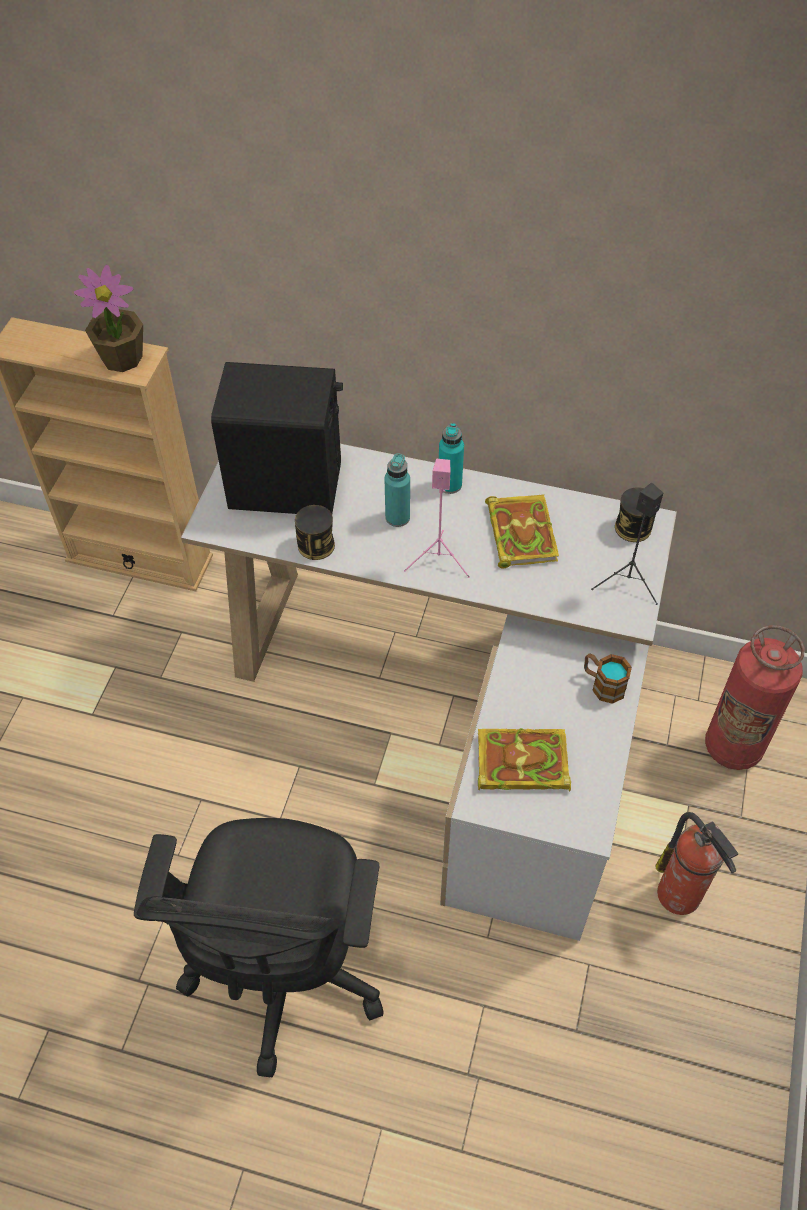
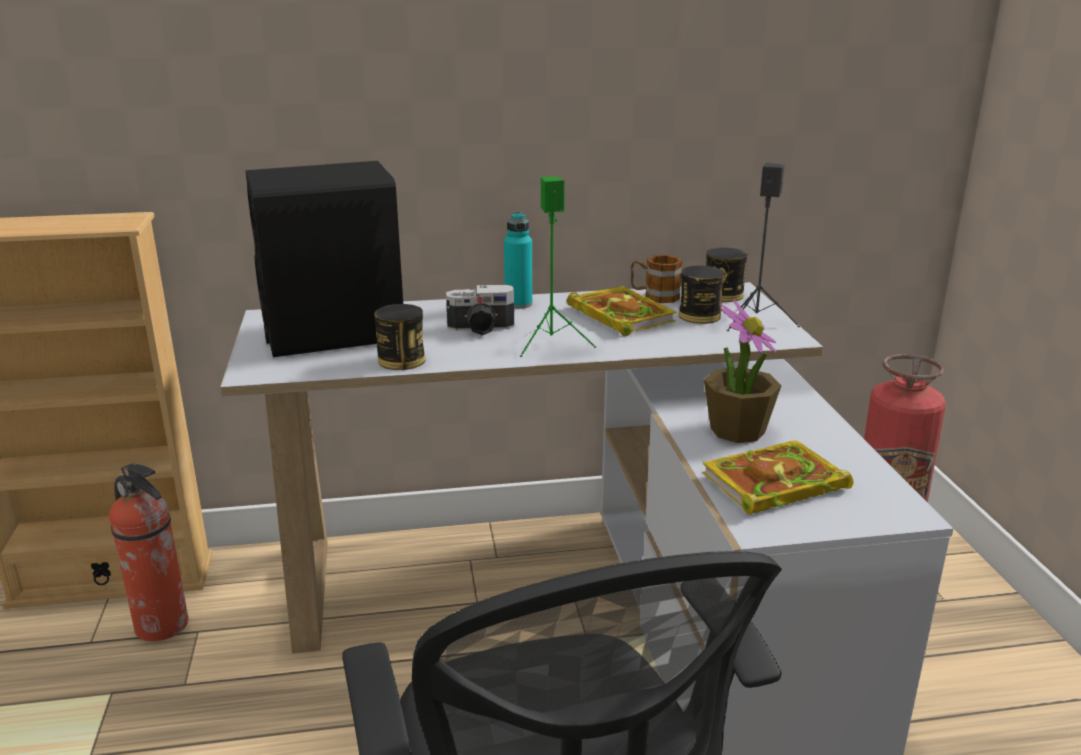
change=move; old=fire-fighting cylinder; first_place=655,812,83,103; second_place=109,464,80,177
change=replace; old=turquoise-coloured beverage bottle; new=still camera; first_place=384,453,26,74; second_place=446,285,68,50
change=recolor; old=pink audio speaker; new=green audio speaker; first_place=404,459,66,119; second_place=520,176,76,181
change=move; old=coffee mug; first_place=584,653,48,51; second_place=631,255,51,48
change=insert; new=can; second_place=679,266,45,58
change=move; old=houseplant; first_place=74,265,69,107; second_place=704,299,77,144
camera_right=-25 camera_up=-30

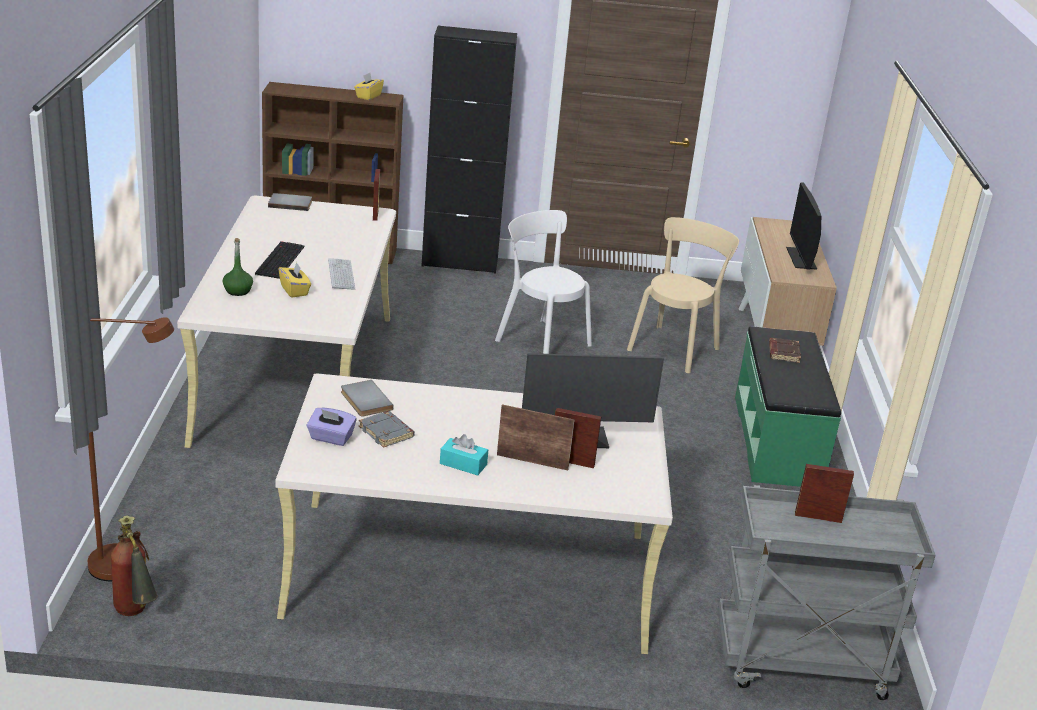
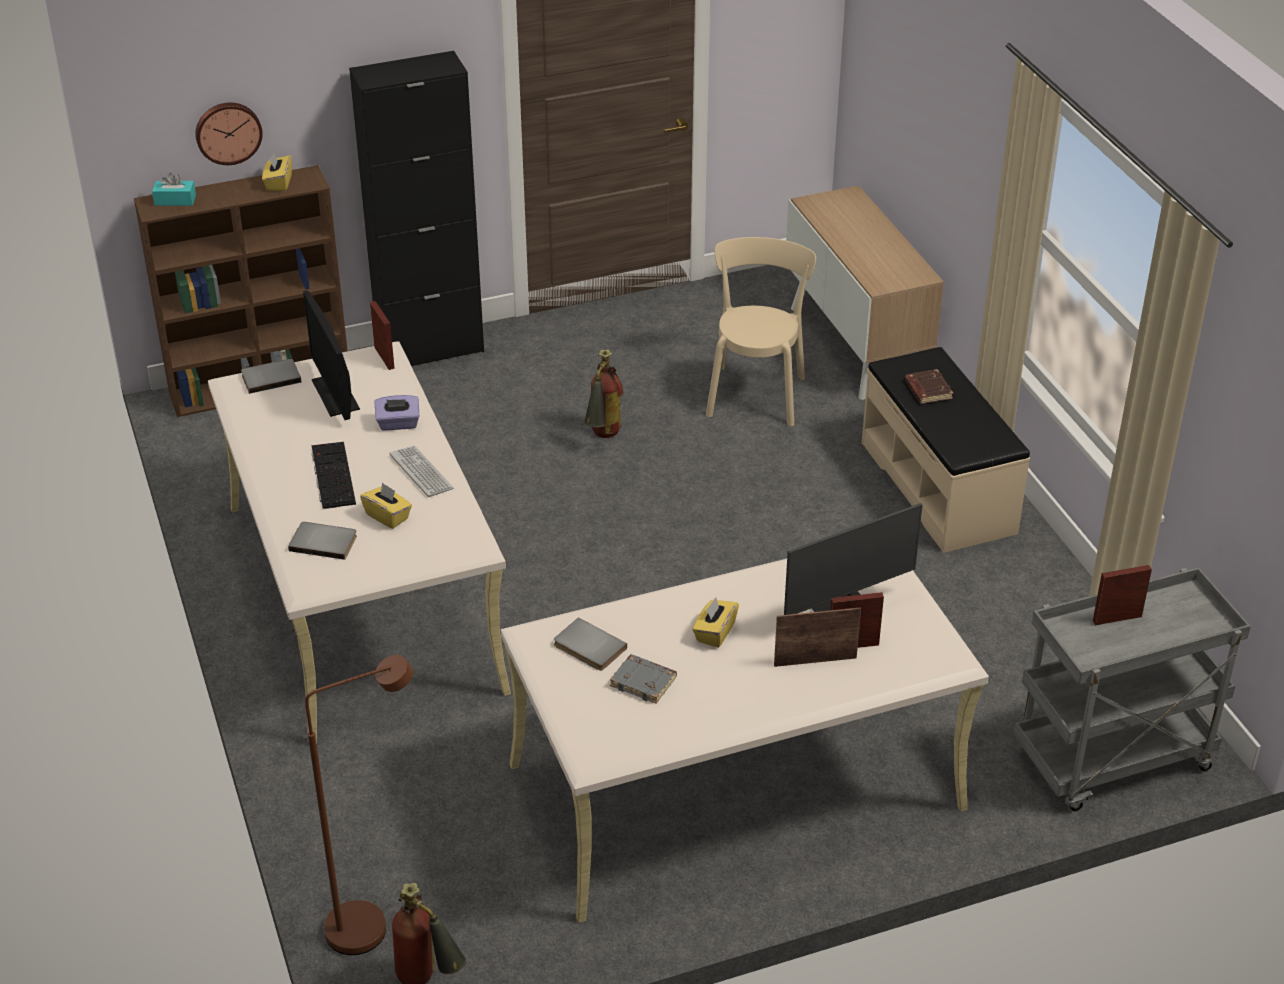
change=move; old=turquoise-coloured box of tissues; first_place=440,434,48,41; second_place=152,172,44,34
change=insert; new=hanging clock; second_place=195,103,68,62
change=replace; old=green beverage bottle; new=greyish bound book; first_place=222,238,31,58; second_place=288,522,69,38
change=move; old=monitor; first_place=786,182,35,88; second_place=303,291,57,129
change=move; old=purple box of tissues; first_place=307,408,50,38; second_place=374,395,45,36
change=replace; old=white-coloured chair; new=fire-fighting cylinder; first_place=495,210,97,144; second_place=584,350,39,88
change=insert; new=yellow-coloured box of tissues; second_place=692,597,47,51
change=recolor; old=green bench; new=sand-coloured bench; first_place=735,326,106,161; second_place=862,347,168,206
camera_right=-20 camera_up=10

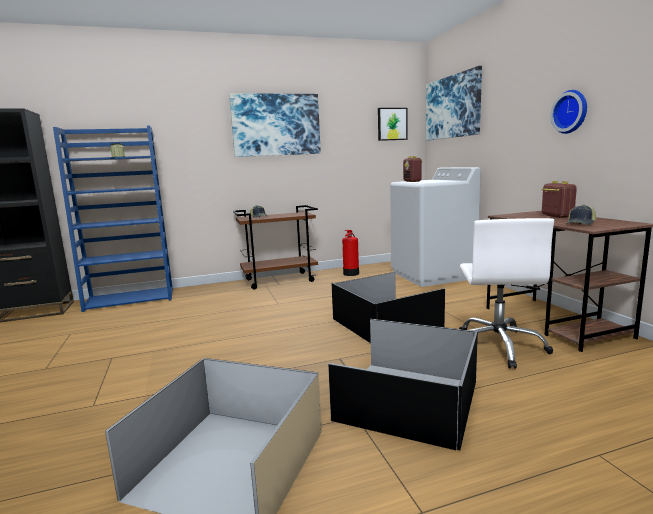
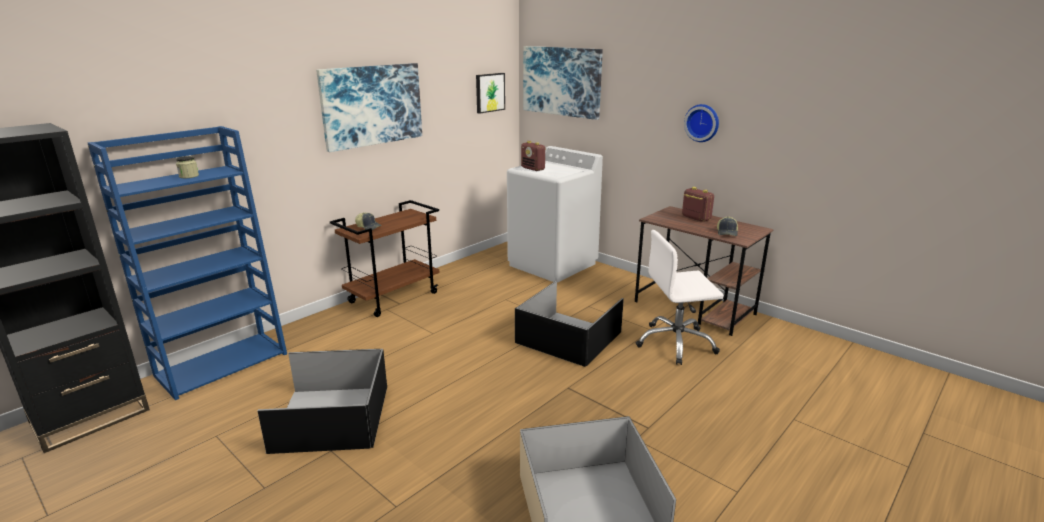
change=move; old=black storage box; first_place=328,319,150,131; second_place=258,349,129,105
change=rotate; old=white-coloured computer chair; first_place=459,218,95,151; second_place=636,230,88,135; degrees=105
change=delete; old=fire-fighting cylinder; first_place=342,230,17,46
camera_right=-30 camera_up=10

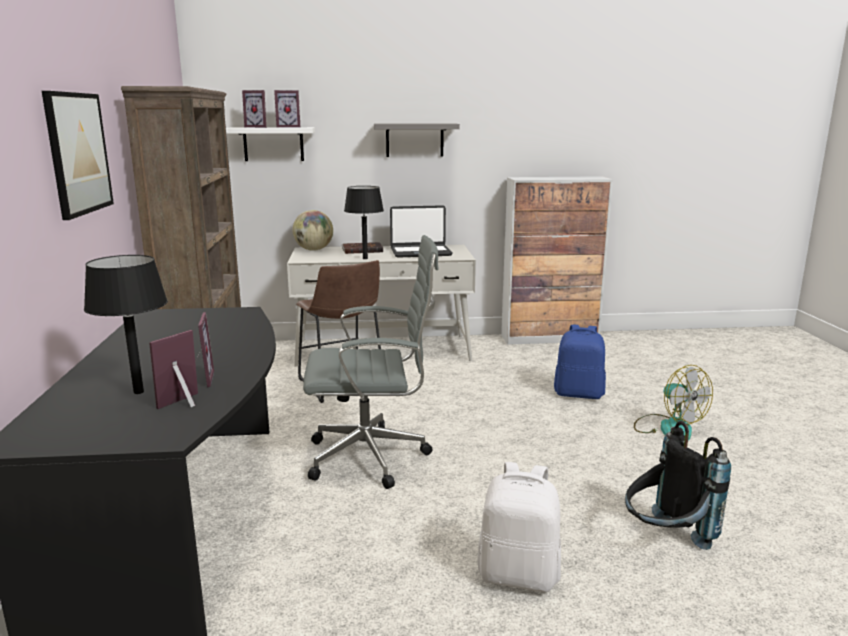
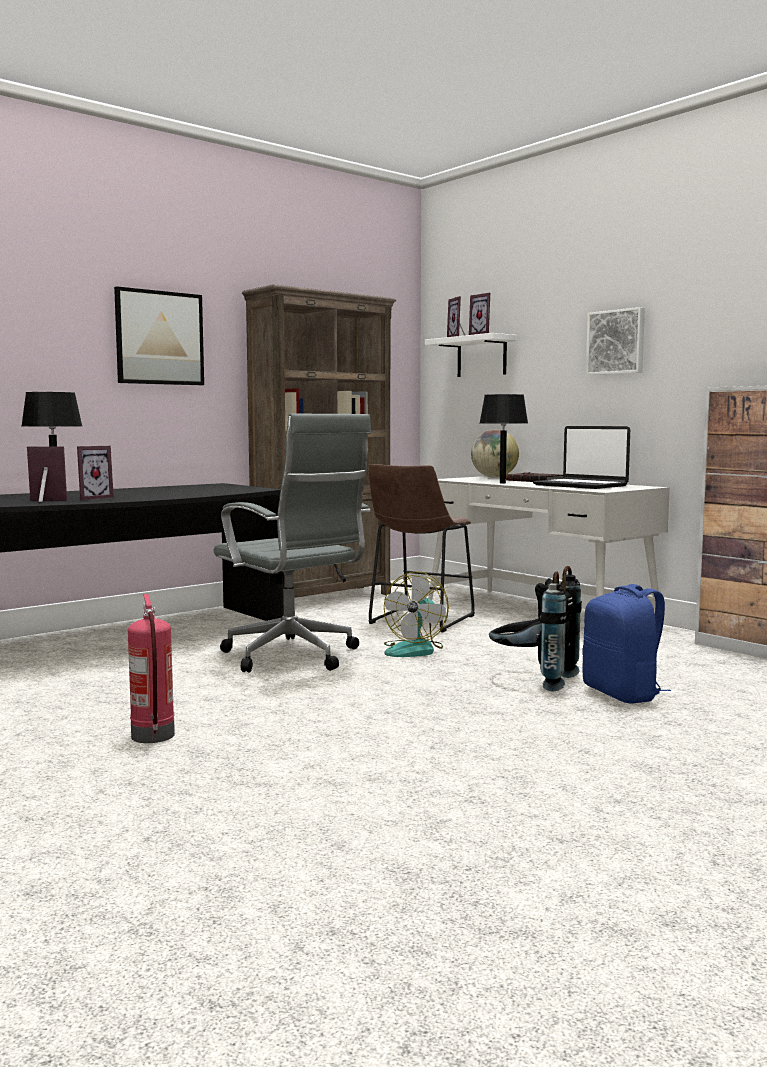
change=replace; old=white-coloured backpack; new=fire-fighting cylinder; first_place=477,462,84,130; second_place=128,594,47,149
change=move; old=electric fan; first_place=634,365,79,75; second_place=384,572,65,85
change=move; old=black backpack; first_place=625,421,106,129; second_place=489,566,93,126
change=replace; old=greyish shelf; new=picture; first_place=374,123,86,34; second_place=586,307,59,68
camera_right=55 camera_up=-10

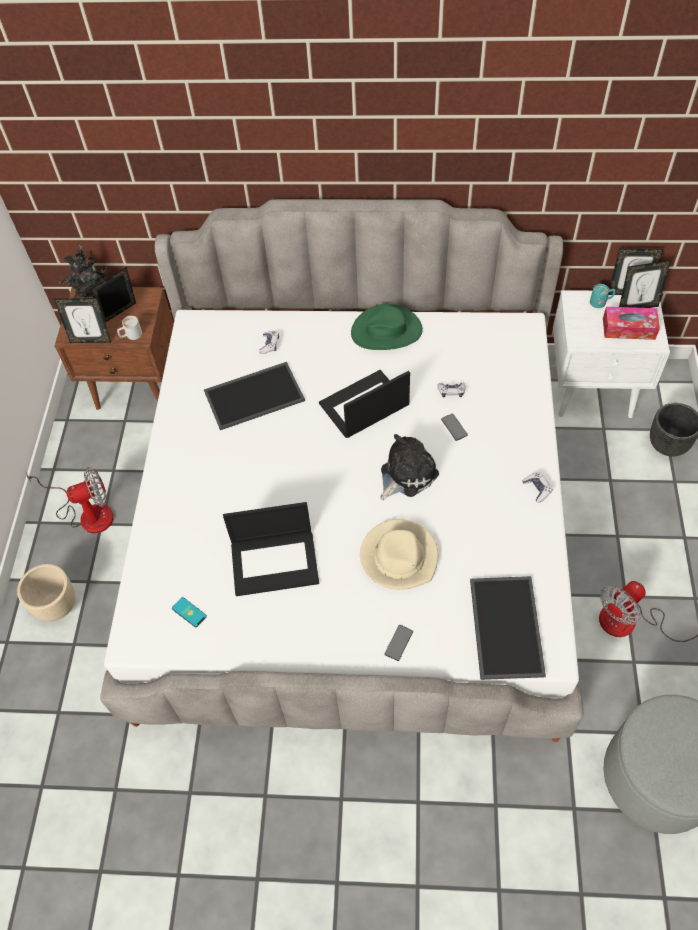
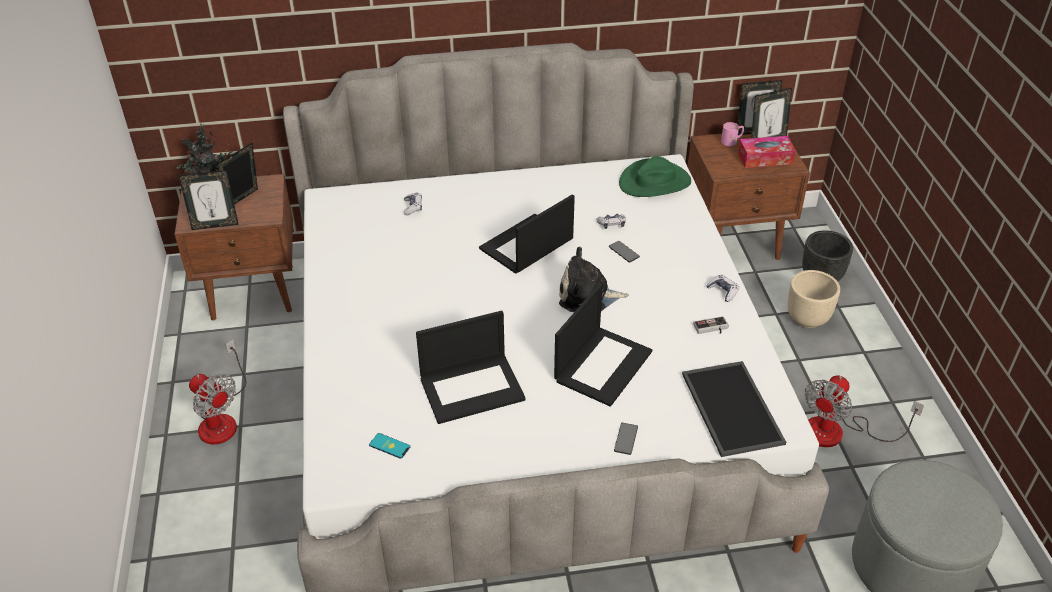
change=rotate; old=electric fan; first_place=25,467,89,66; second_place=189,339,57,106; degrees=75
change=replace; old=sand-coloured wearable hat; new=portable computer; first_place=360,519,78,71; second_place=554,283,98,124
change=rotate; old=soft toy; first_place=381,434,58,66; second_place=559,247,70,65; degrees=-120
change=move; old=green wearable hat; first_place=351,304,72,46; second_place=619,156,72,41
change=recolor; old=white-coloured night table; new=brown night table; first_place=553,290,117,128; second_place=687,134,123,126
change=insert; new=gamepad; second_place=693,316,36,18
change=recolor; old=turquoise-coloured coffee mug; new=pink coffee mug; first_place=590,284,25,24; second_place=721,122,23,24
change=move; old=sand-coloured flower pot; first_place=17,564,58,57; second_place=787,270,53,58
change=delete; old=white-coloured coffee mug; first_place=117,316,25,24
change=delete; old=tray; first_place=204,362,101,68
camera_right=-15 camera_up=-15

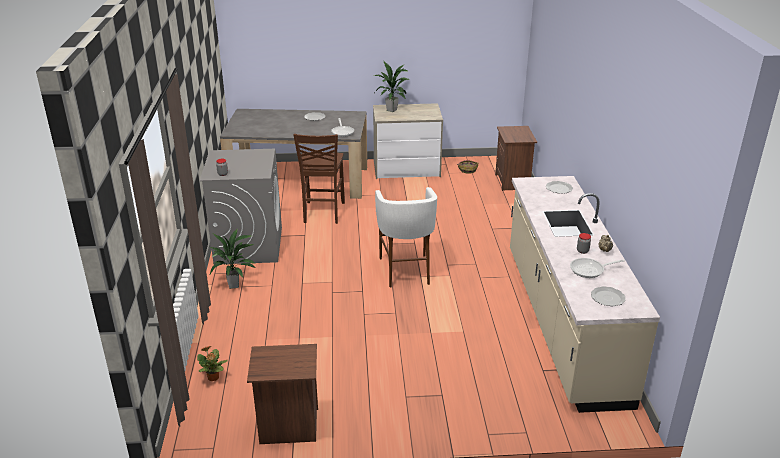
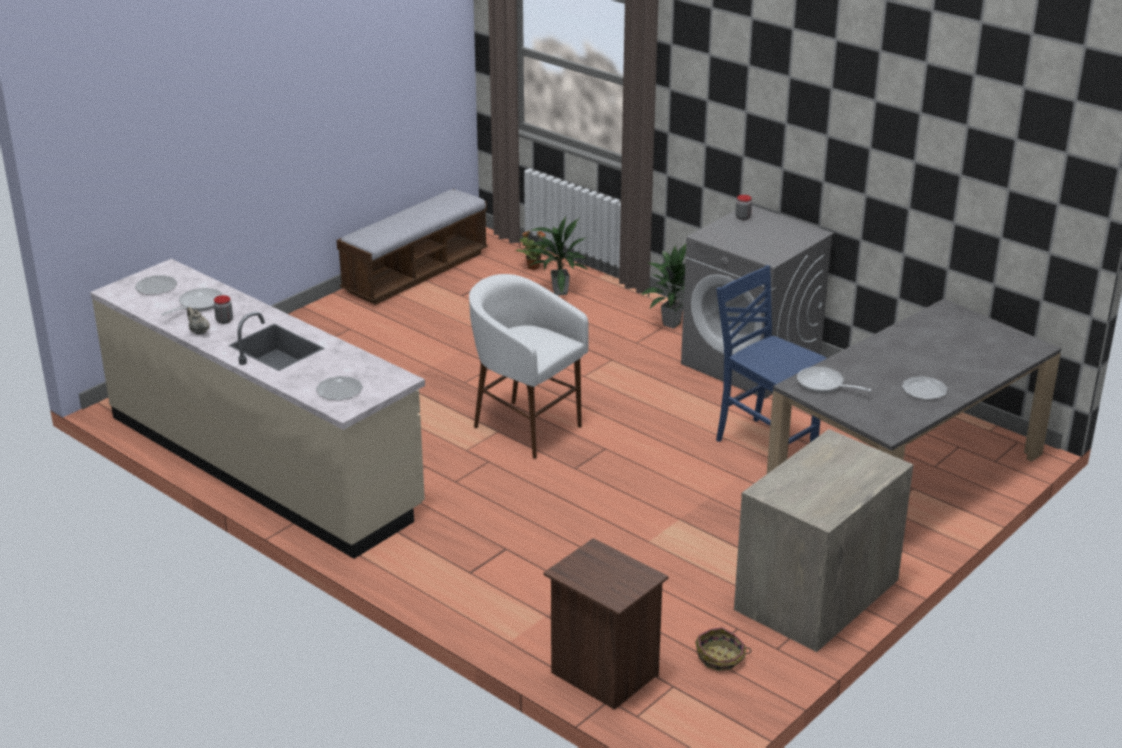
change=replace; old=brown night table; new=bench; first_place=247,344,71,100; second_place=336,189,152,116
change=move; old=houseplant; first_place=373,60,37,52; second_place=526,217,62,79
change=recolor; old=brown chair; new=blue-coloured chair; first_place=294,134,51,90; second_place=716,265,111,180
camera_right=135 camera_up=0

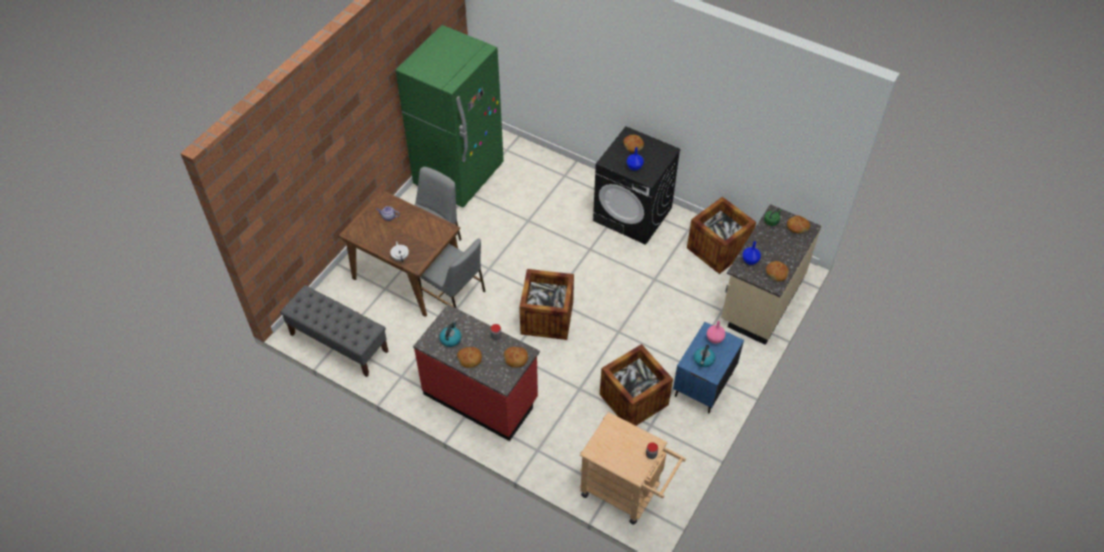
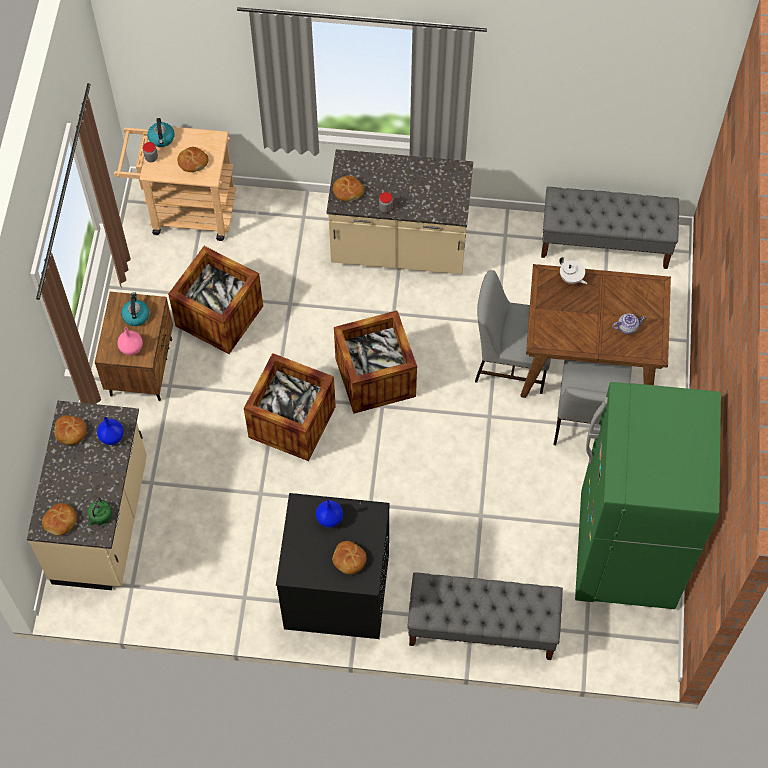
change=recolor; old=blue-coloured night table; new=brown night table; first_place=673,322,71,91; second_place=95,292,78,109
change=move; old=water kettle; first_place=439,321,22,26; second_place=147,118,28,29
change=move; old=bakery bread; first_place=457,347,25,21; second_place=178,147,31,25
change=move; old=shipping crate; first_place=687,197,69,77; second_place=244,353,92,108
change=recolor; old=red-coloured kitchen counter; new=sand-coloured kitchen counter; first_place=413,304,127,137; second_place=327,149,146,125
change=insert; new=greyish bench; second_place=407,572,156,88
camera_right=155 camera_up=10

